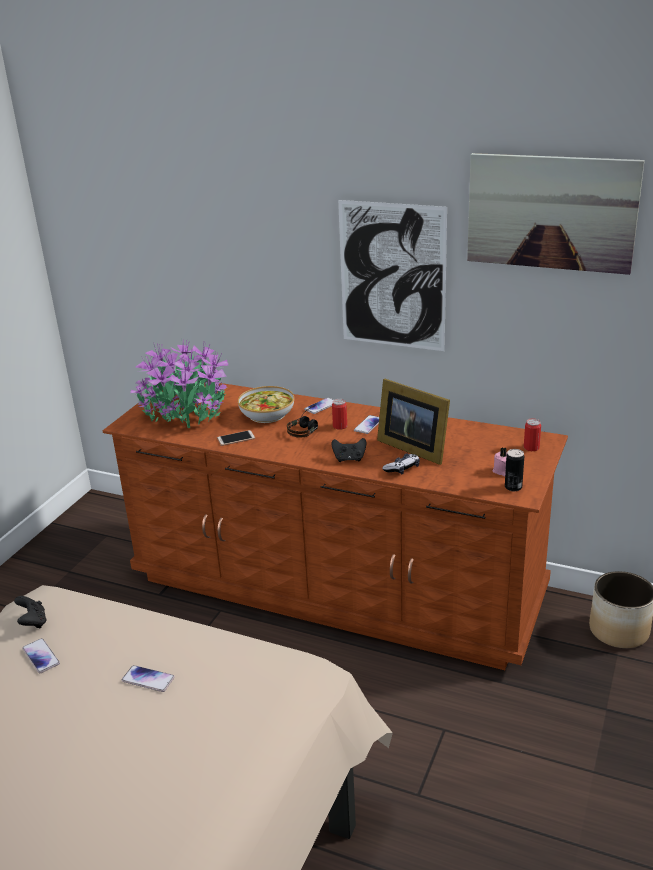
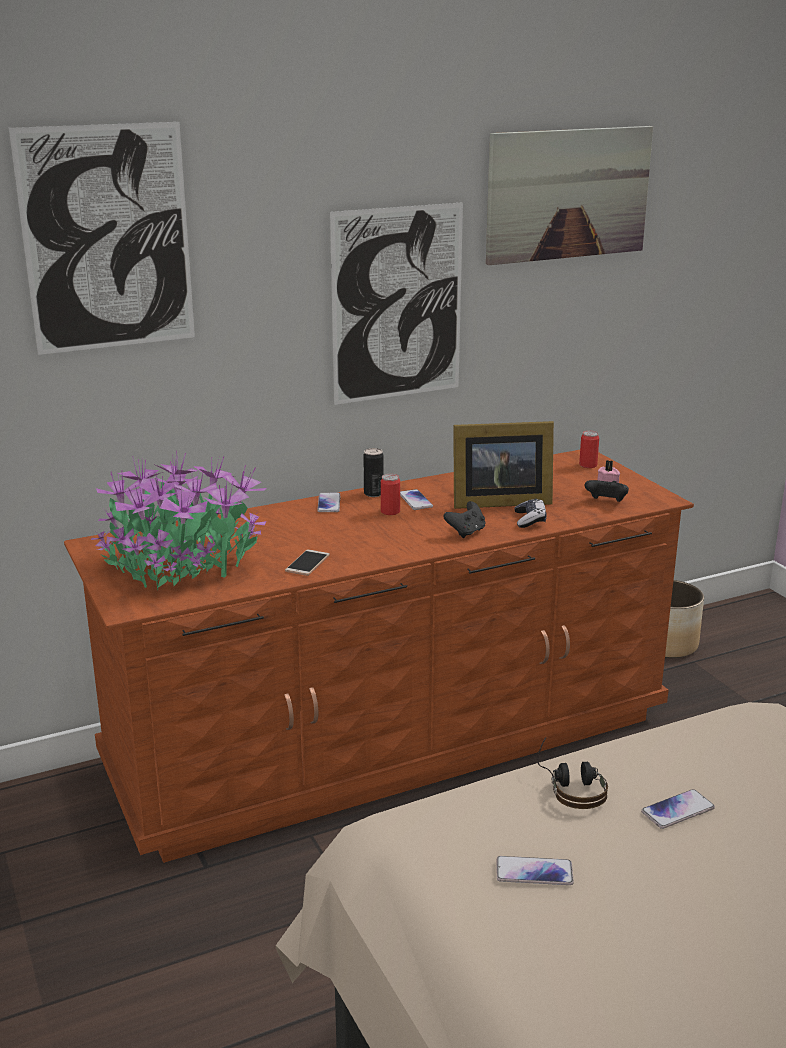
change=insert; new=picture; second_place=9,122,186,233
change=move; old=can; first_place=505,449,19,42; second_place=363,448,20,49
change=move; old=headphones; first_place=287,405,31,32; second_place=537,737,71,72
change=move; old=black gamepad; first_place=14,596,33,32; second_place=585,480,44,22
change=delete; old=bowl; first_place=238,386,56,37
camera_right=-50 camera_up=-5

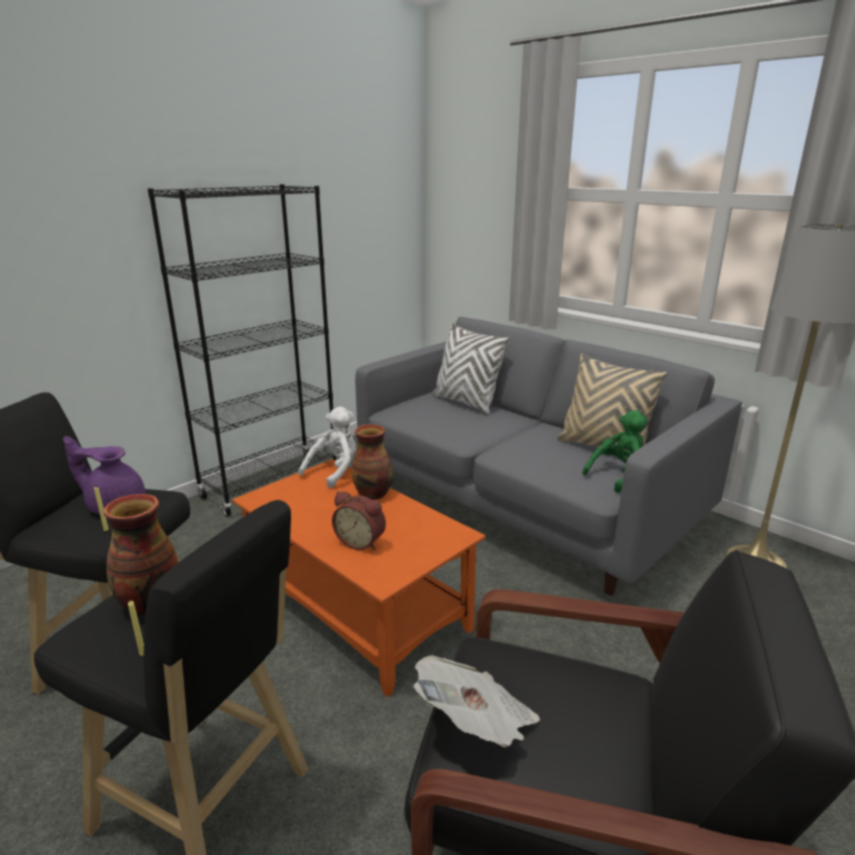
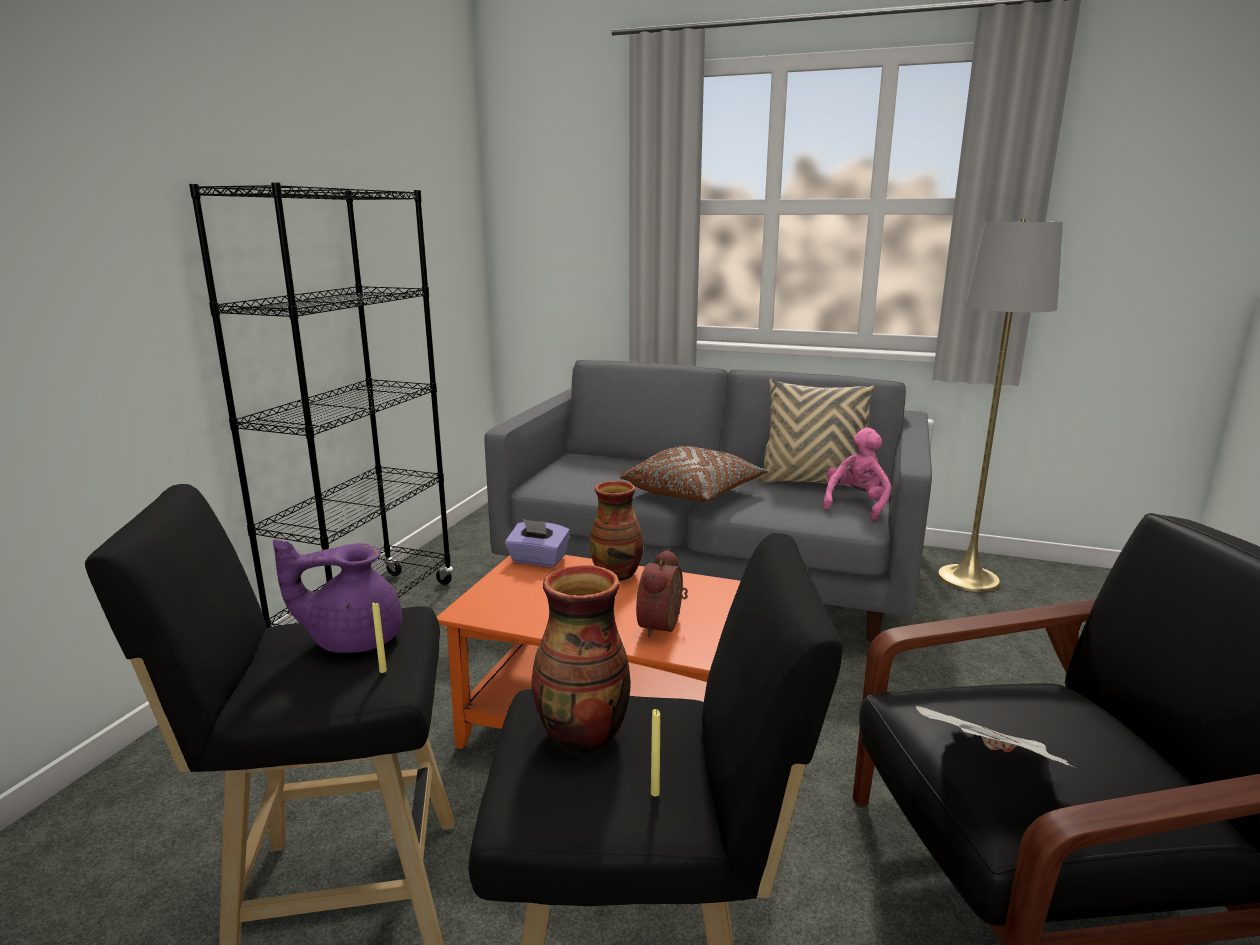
change=replace; old=white-coloured soft toy; new=purple box of tissues; first_place=298,407,58,81; second_place=505,519,65,48
change=insert; new=brown throw pillow; second_place=620,446,148,56
change=rotate; old=table clock; first_place=332,491,54,59; second_place=636,549,52,89; degrees=105
change=recolor; old=green soft toy; new=pink soft toy; first_place=582,410,66,83; second_place=822,428,69,92
change=delete; old=white-coloured throw pillow; first_place=432,323,77,91
camera_right=-25 camera_up=-5

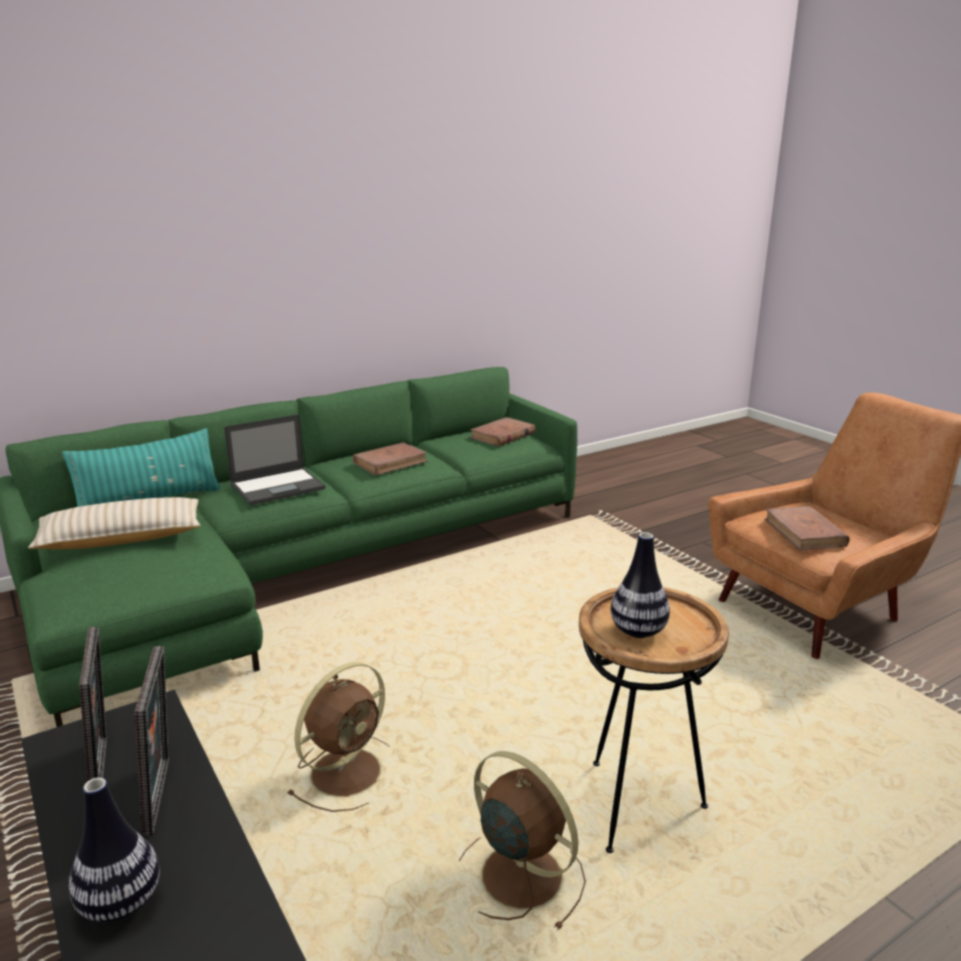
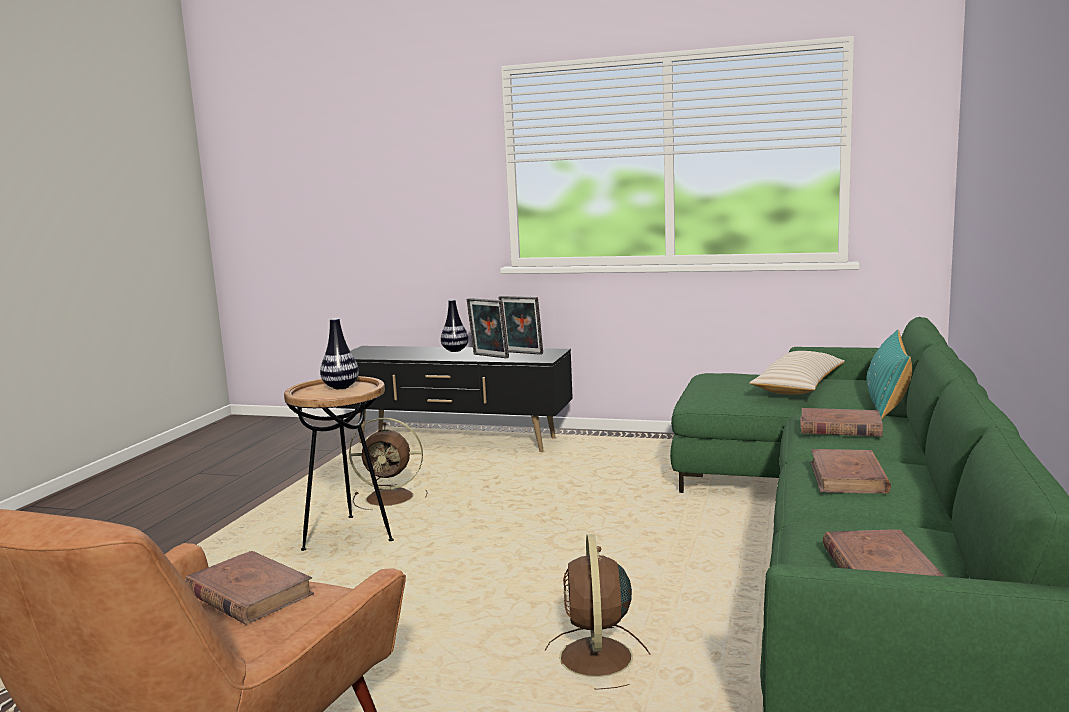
change=move; old=brown electric fan; first_place=287,662,102,150; second_place=544,534,107,156
change=replace; old=portable computer; new=brown bound book; first_place=224,414,102,91; second_place=800,408,83,29
camera_right=140 camera_up=-10

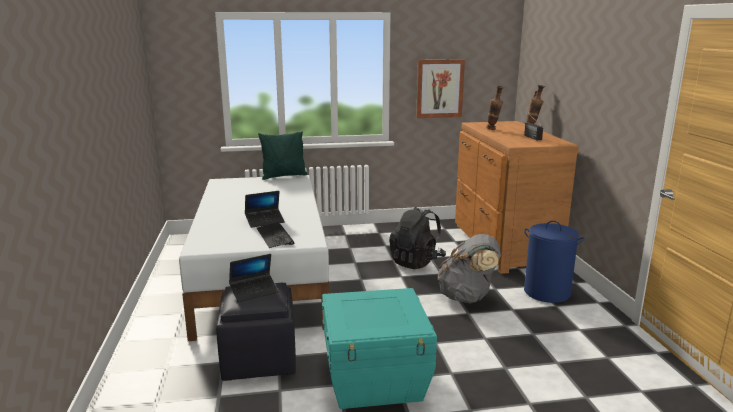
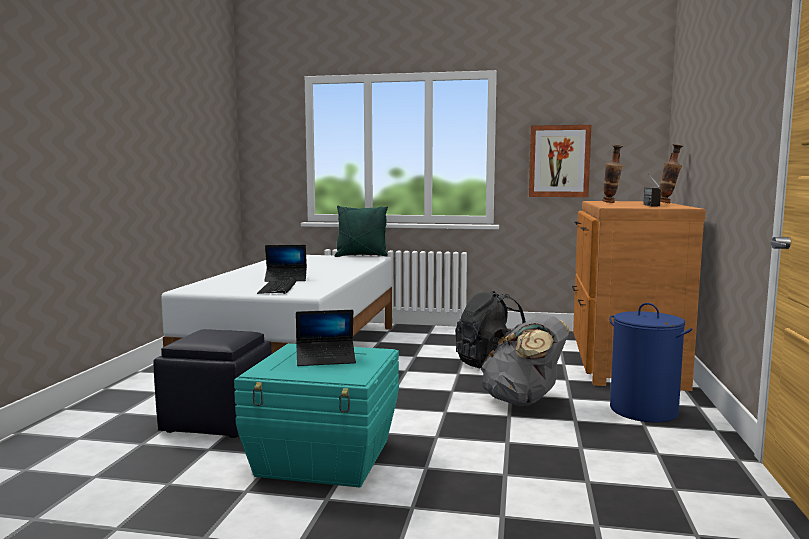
change=move; old=portable computer; first_place=229,254,50,48; second_place=296,310,60,56
camera_right=20 camera_up=-10

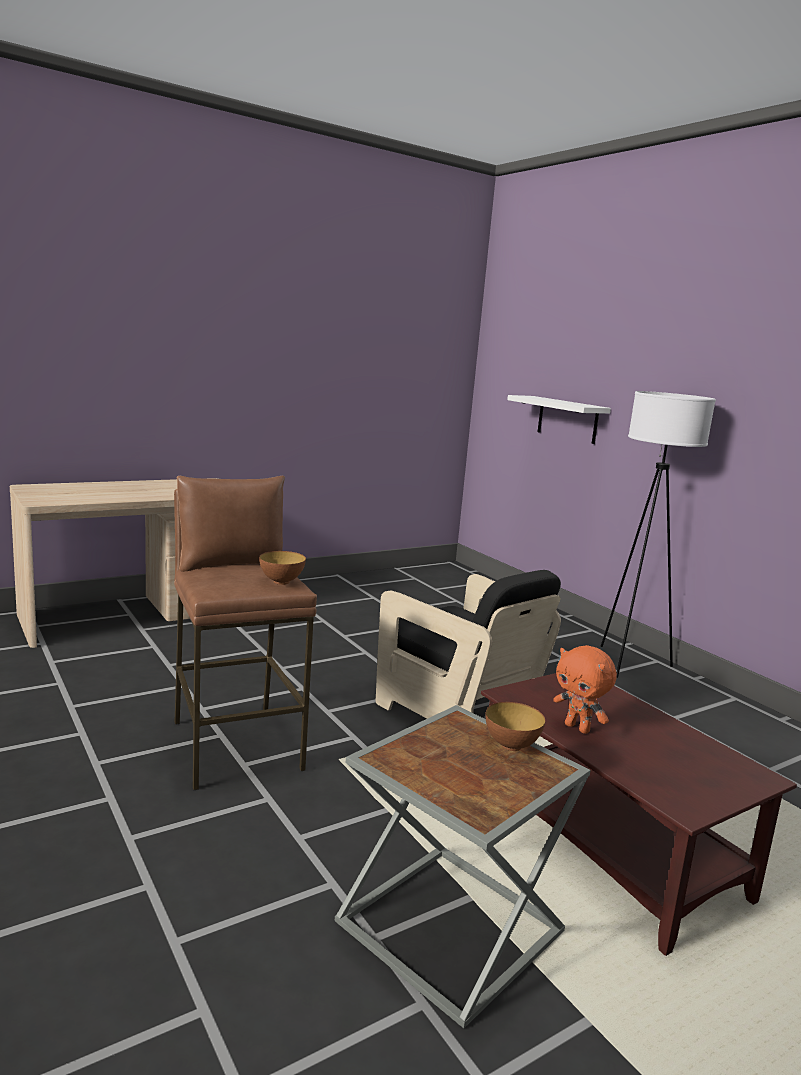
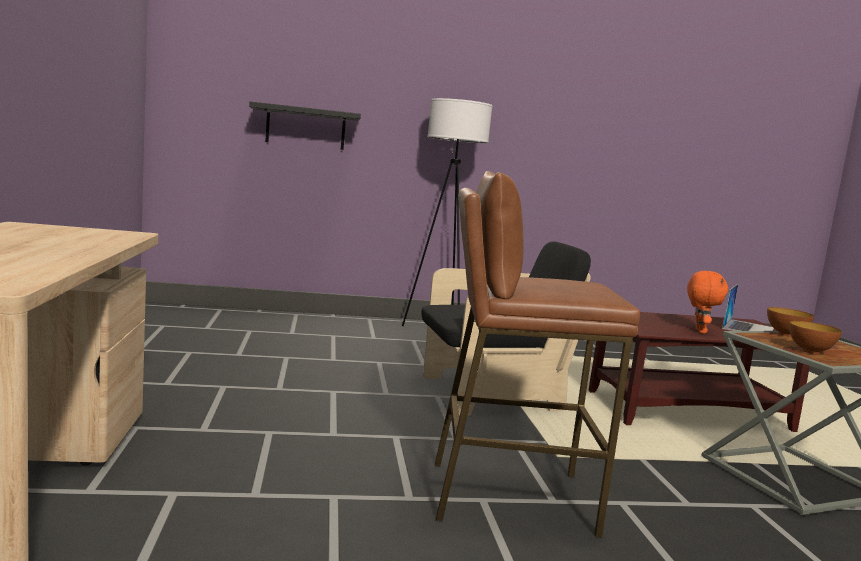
change=recolor; old=white-coloured shelf; new=black shelf; first_place=507,395,104,49; second_place=249,102,112,48
change=rotate; old=orange soft toy; first_place=553,645,64,89; second_place=687,271,41,63; degrees=-60
change=insert; new=portable computer; second_place=722,284,52,47
change=move; old=bowl; first_place=259,551,47,34; second_place=789,321,53,33
camera_right=-65 camera_up=-5

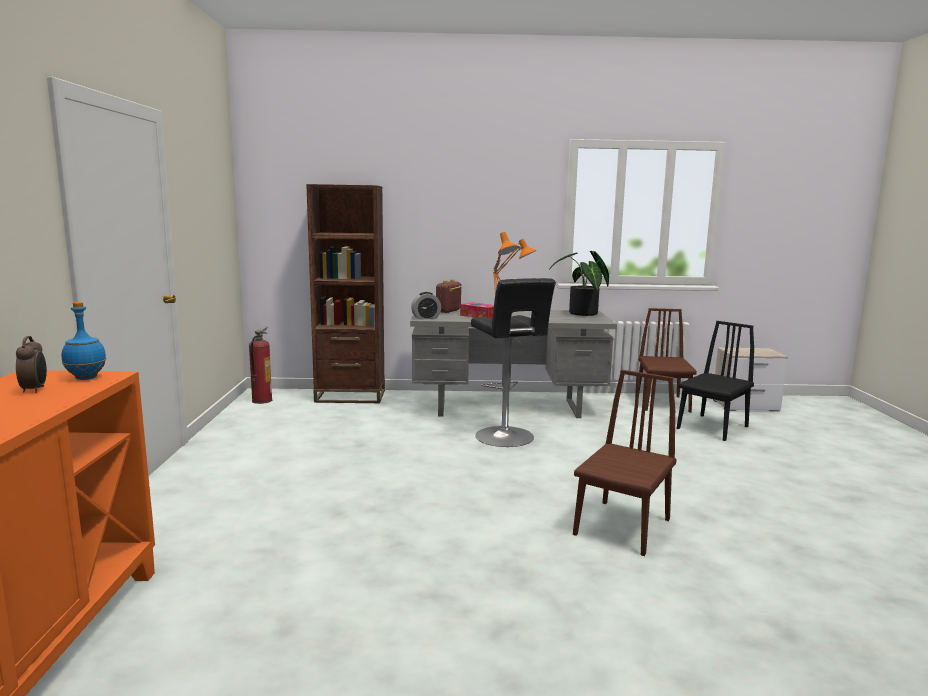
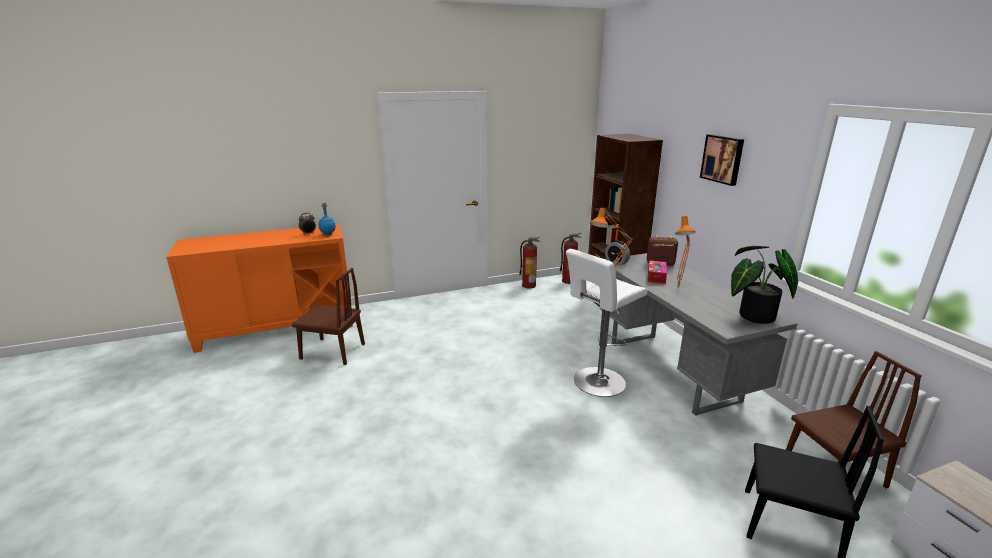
change=move; old=brown chair; first_place=573,370,104,186; second_place=292,268,73,97
change=insert; new=fire-fighting cylinder; second_place=519,237,21,51
change=recolor; old=black stool seat; new=white-coloured stool seat; first_place=471,278,85,169; second_place=566,249,81,148
change=insert; new=picture; second_place=700,134,44,52
camera_right=70 camera_up=10

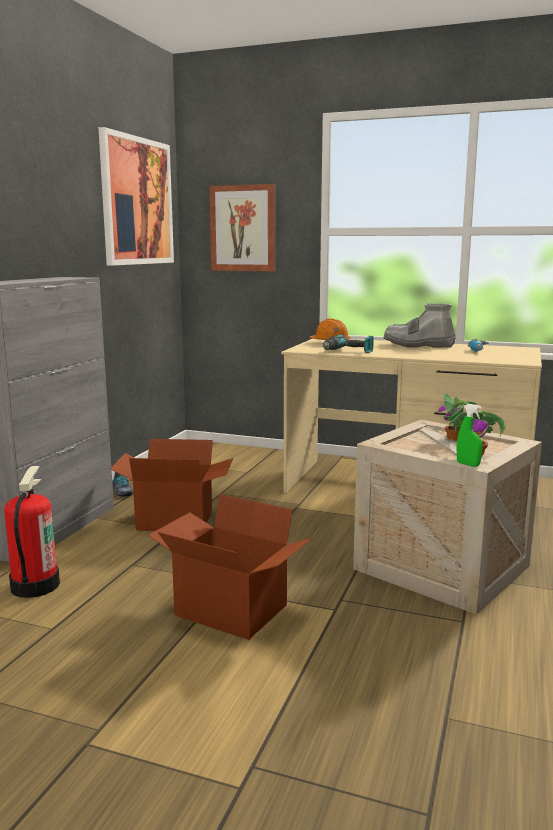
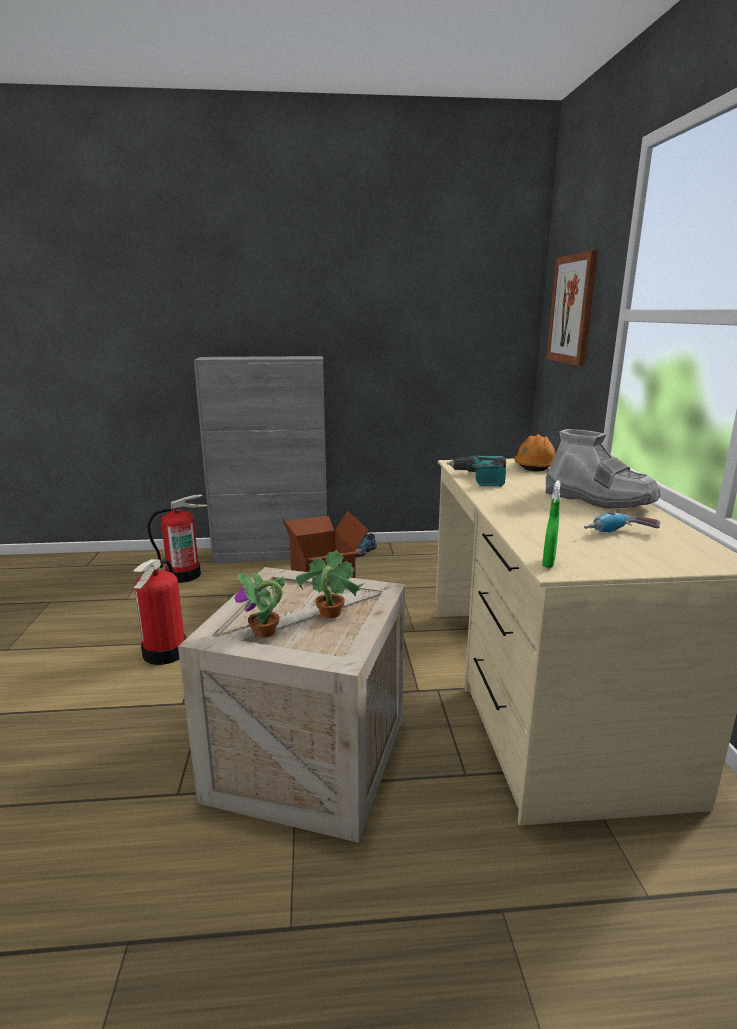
change=replace; old=cardboard box; new=fire-fighting cylinder; first_place=148,494,165,146; second_place=133,559,53,106
change=move; old=green sprayer; first_place=457,404,26,63; second_place=542,480,19,88
change=rotate; old=greyish tall boot; first_place=384,303,72,45; second_place=546,429,114,80; degrees=150
change=delete; old=picture; first_place=98,127,76,139
camera_right=65 camera_up=5

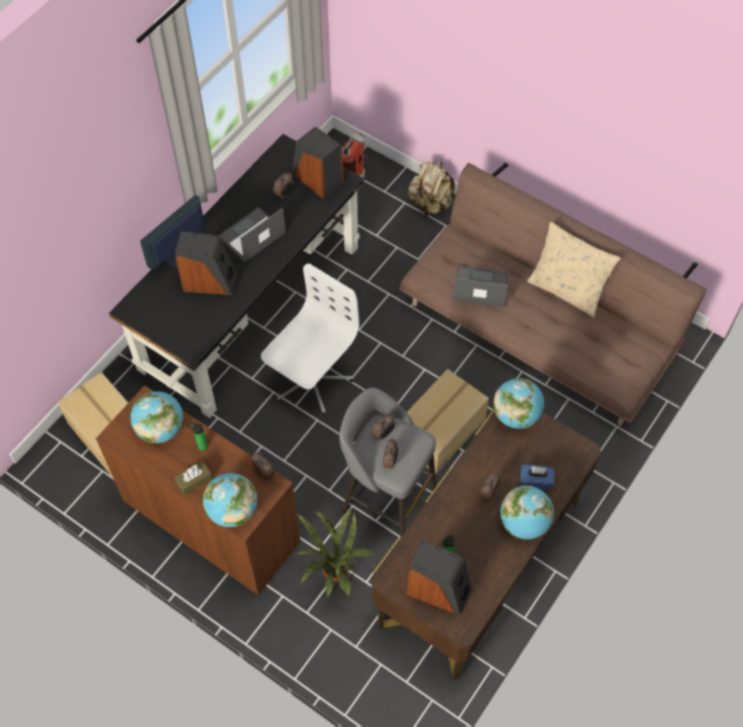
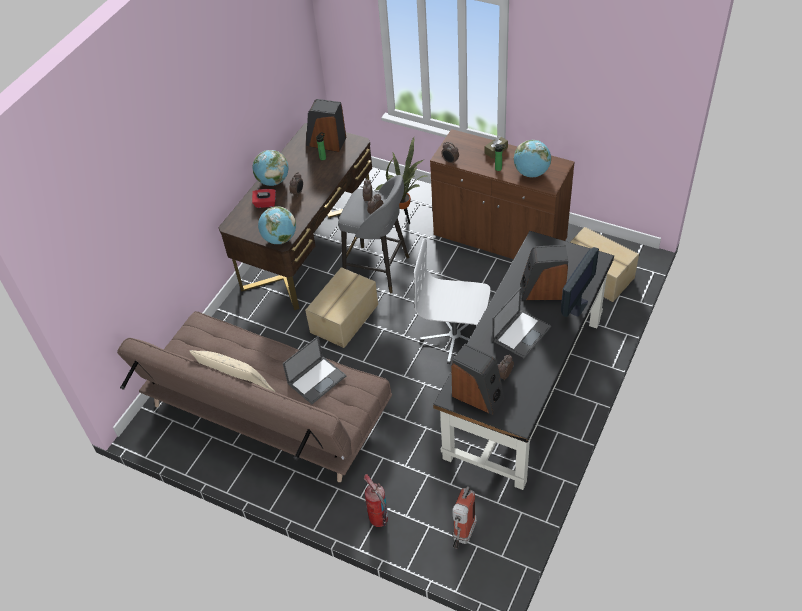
change=recolor; old=blue-coloured box of tissues; new=red-coloured box of tissues; first_place=520,465,34,25; second_place=252,189,24,19
change=rotate; old=portable computer; first_place=453,266,56,41; second_place=283,336,63,68; degrees=-45
change=replace; old=sand-coloured backpack; new=fire-fighting cylinder; first_place=408,160,47,57; second_place=363,474,25,53
change=rotate; old=white-coloured computer chair; first_place=261,263,99,152; second_place=414,239,77,125; degrees=75
change=delete; old=globe; first_place=203,473,54,54
camera_right=175 camera_up=-10

